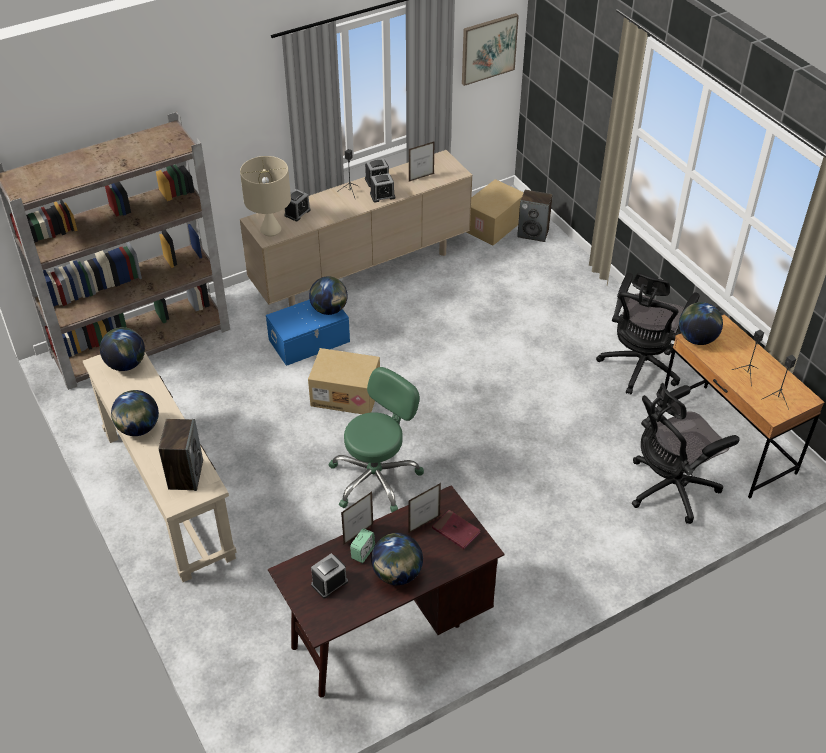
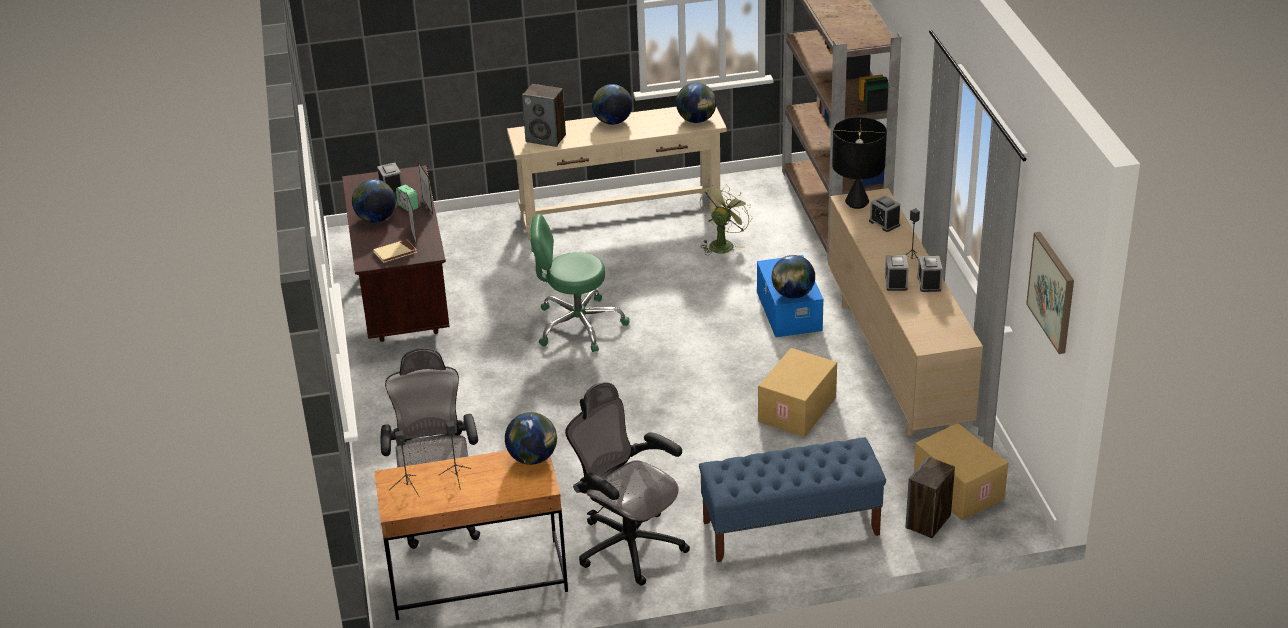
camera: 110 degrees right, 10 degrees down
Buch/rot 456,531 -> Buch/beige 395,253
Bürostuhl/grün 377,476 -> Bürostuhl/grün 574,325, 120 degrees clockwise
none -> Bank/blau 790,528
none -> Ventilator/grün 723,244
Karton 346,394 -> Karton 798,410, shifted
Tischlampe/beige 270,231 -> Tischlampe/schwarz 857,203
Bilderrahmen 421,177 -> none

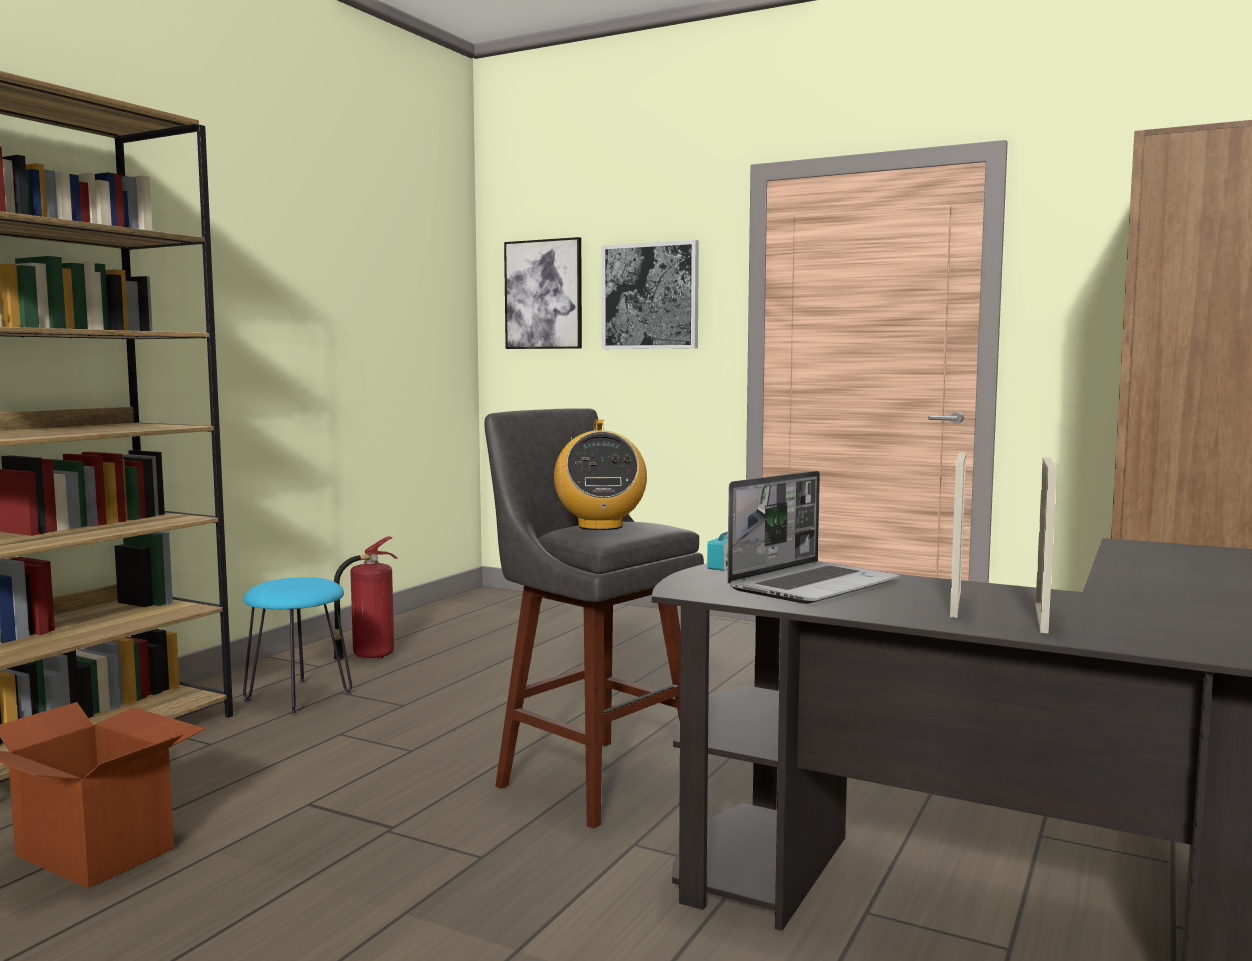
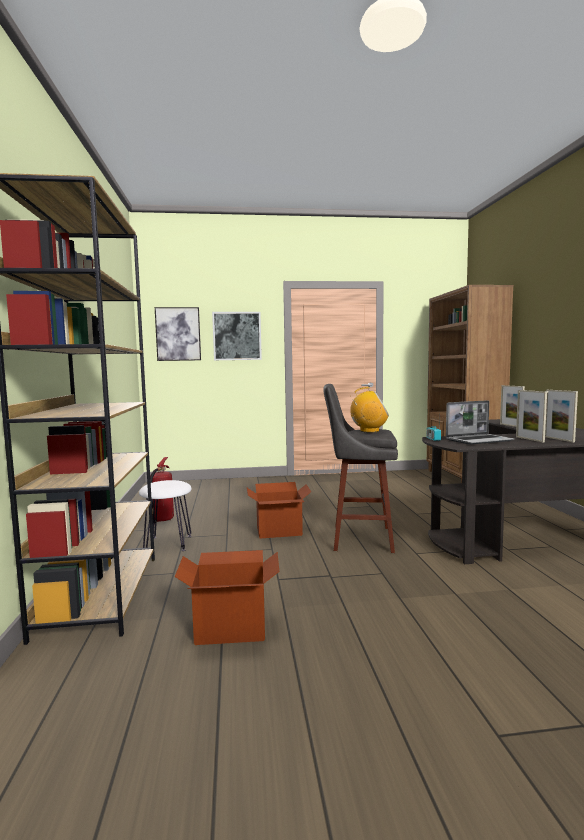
camera: 35 degrees left, 0 degrees up
Hocker/türkis 298,696 -> Hocker/weiß 168,544
none -> Karton 279,531
Radio 600,526 -> Radio 369,431, 45 degrees counterclockwise
Laptop 813,585 -> Laptop 479,440, 60 degrees clockwise
none -> Bilderrahmen 511,425

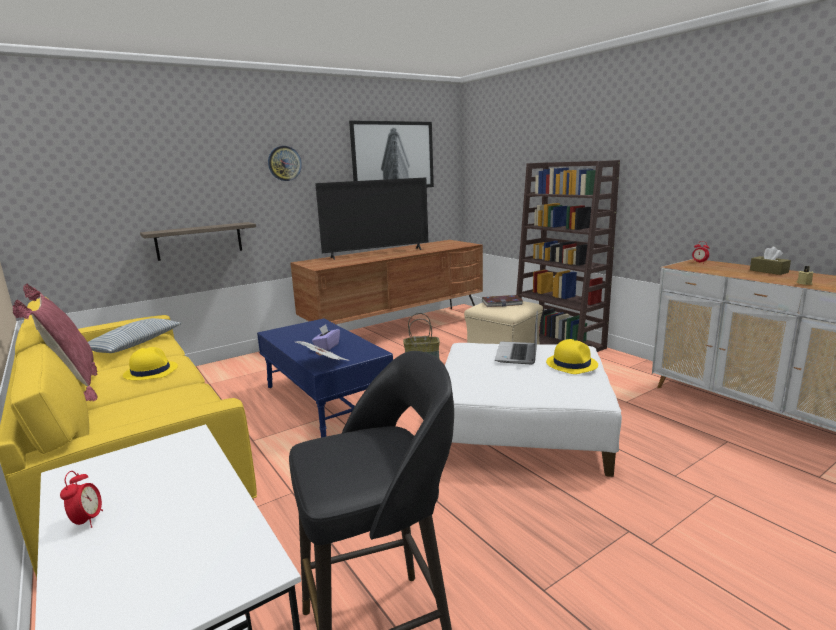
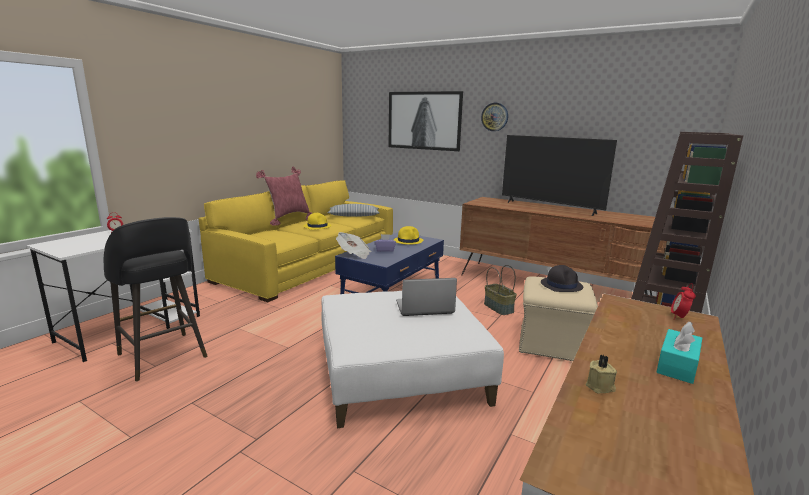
camera: 65 degrees right, 0 degrees up
Bild 393,156 -> Bild 424,120, shifted
Hut/gelb 571,364 -> Hut/gelb 408,241, shifted
Buch 502,303 -> Hut/schwarz 561,285
Taschentuchbox/braun 768,271 -> Taschentuchbox/türkis 677,365
Wandregal 199,241 -> none

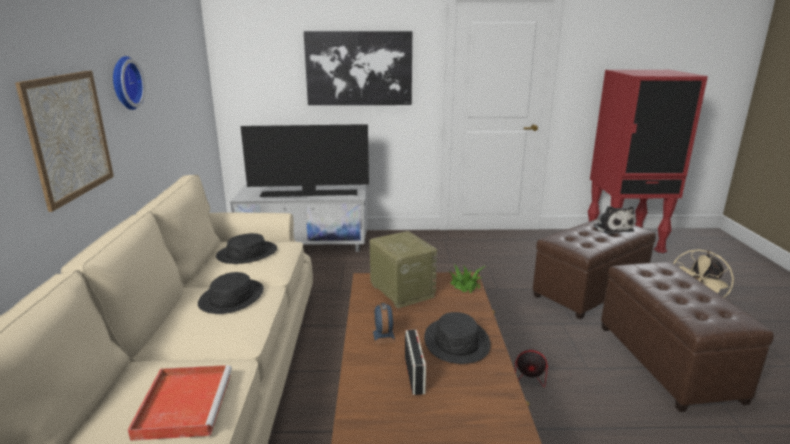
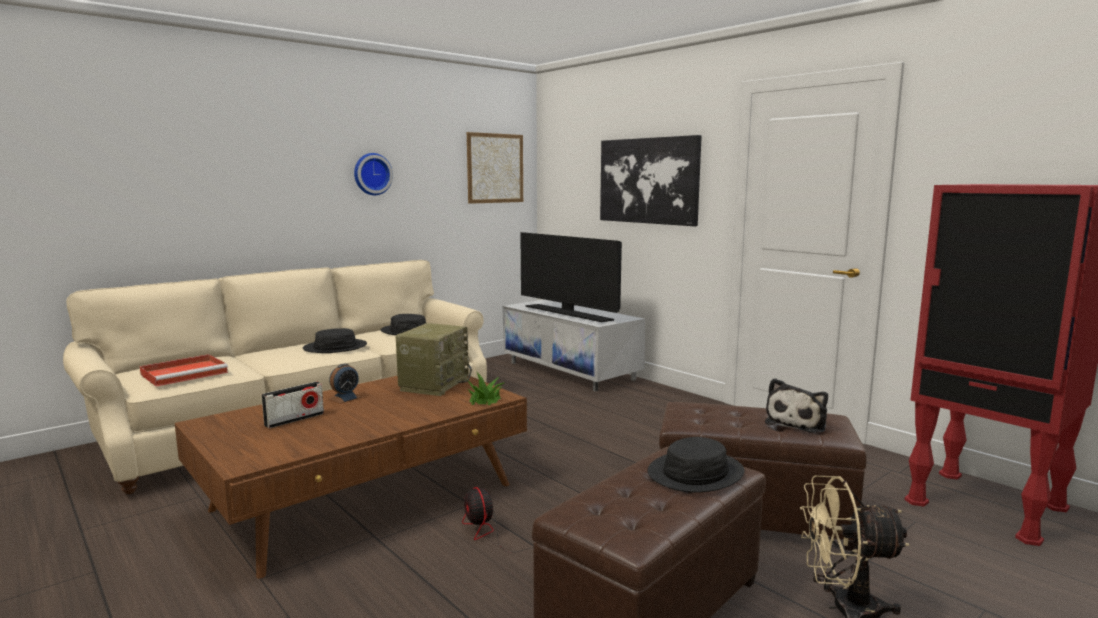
camera: 50 degrees right, 10 degrees down
Bild 68,135 -> Bild 495,167, shifted
Hut/schwarz 457,342 -> Hut/schwarz 696,473, shifted

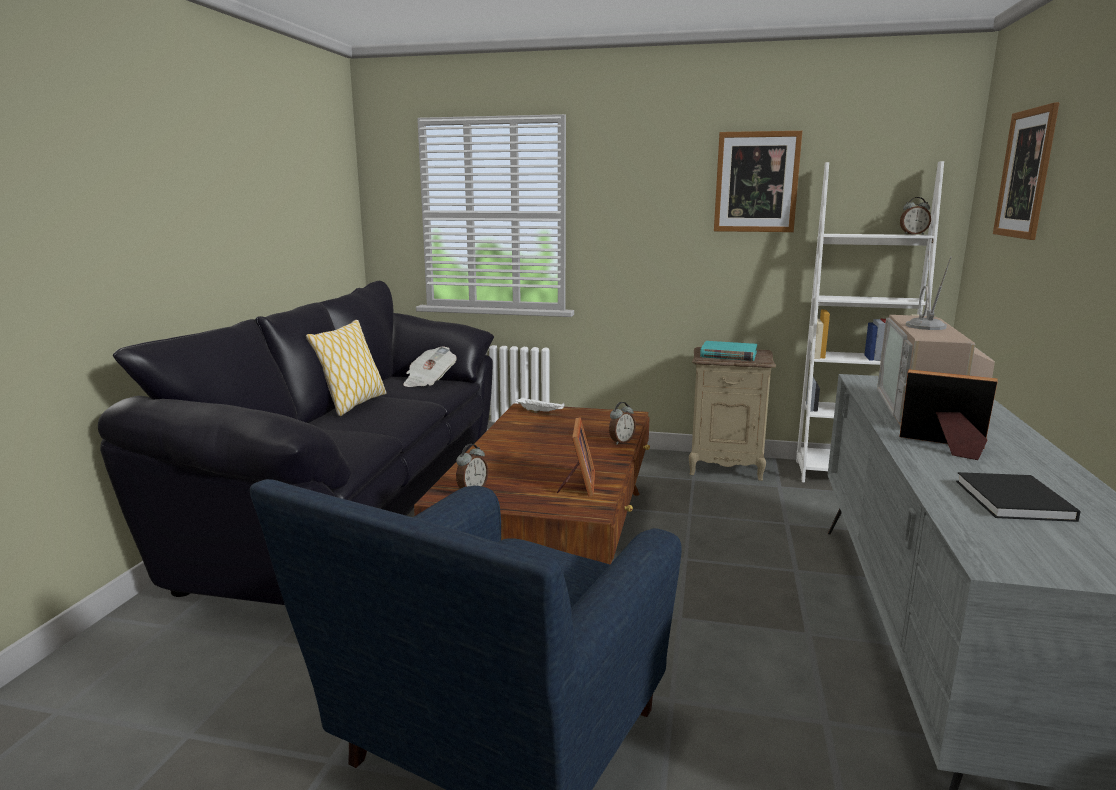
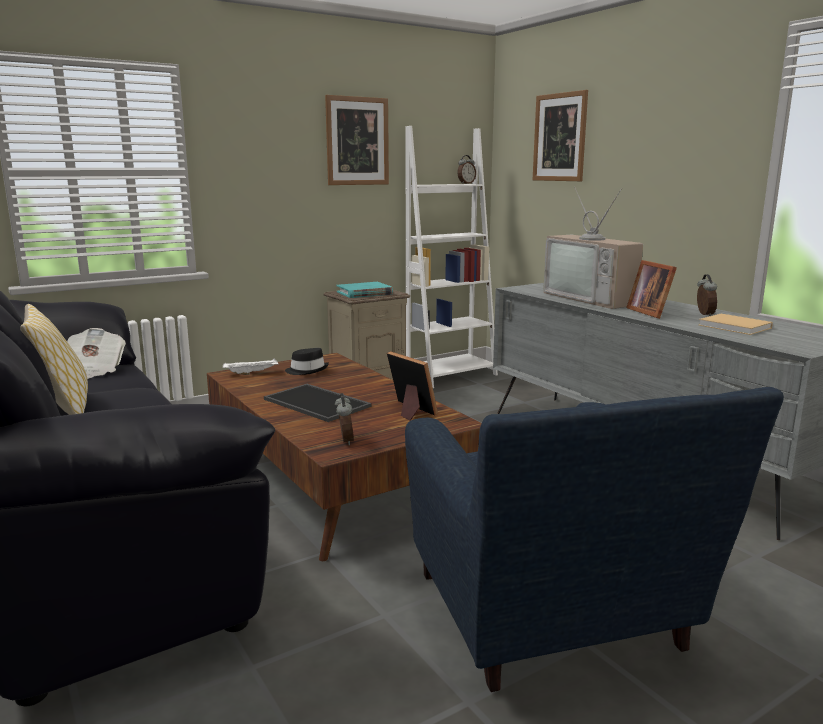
camera: 45 degrees left, 0 degrees up
none -> Tablett 318,402
none -> Hut/schwarz 307,370
Bilderrahmen 944,447 -> Bilderrahmen 650,312, 90 degrees counterclockwise
Wecker 621,442 -> Wecker 703,314, shifted
Buch/schwarz 1015,501 -> Buch/beige 736,327

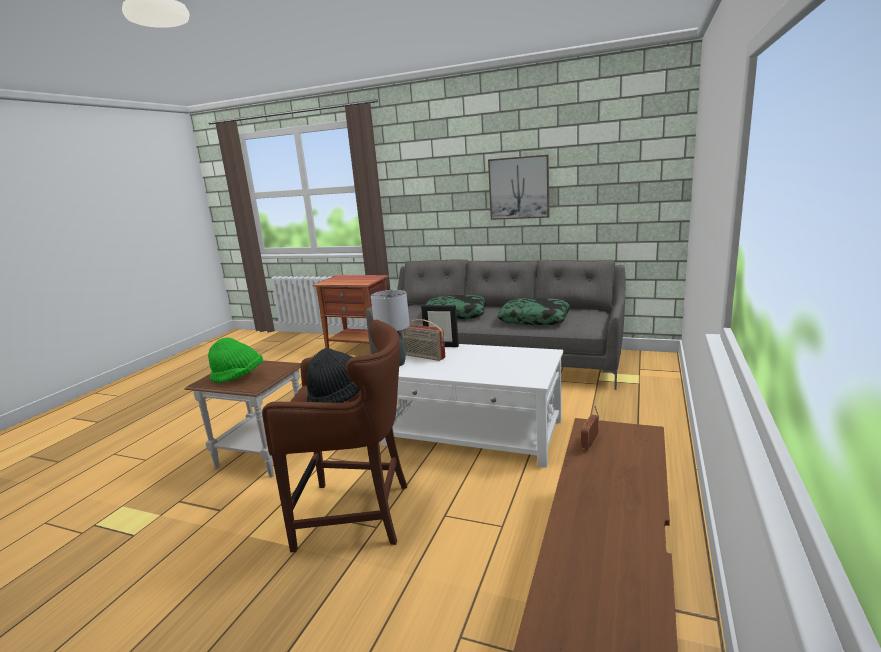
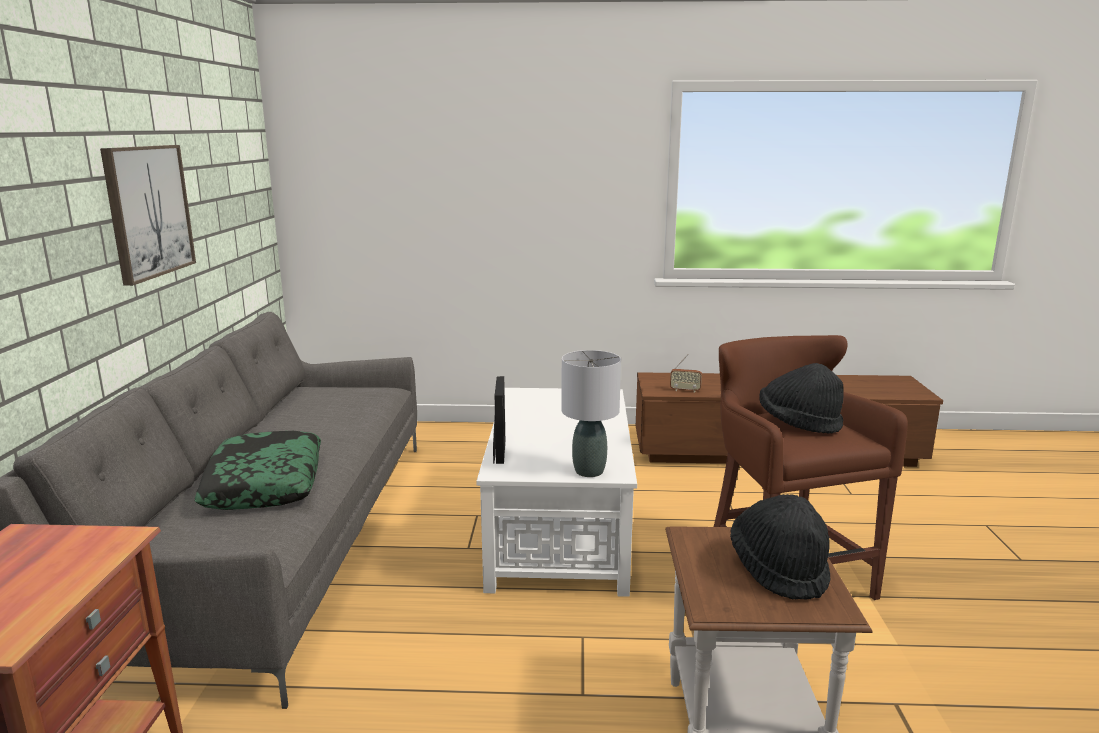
camera: 110 degrees left, 0 degrees up
Hut/grün 238,377 -> Hut/schwarz 779,570
Radio 424,357 -> none
Kissen 534,319 -> none

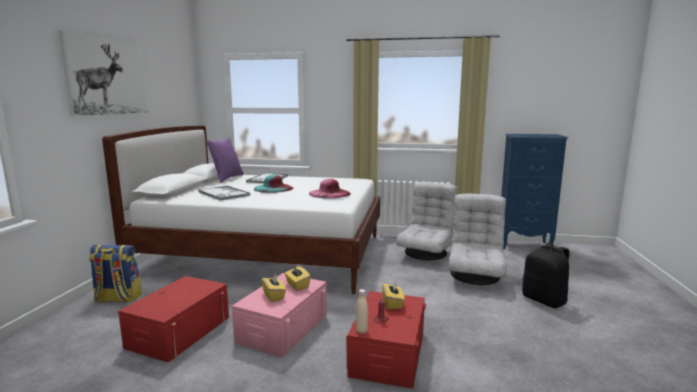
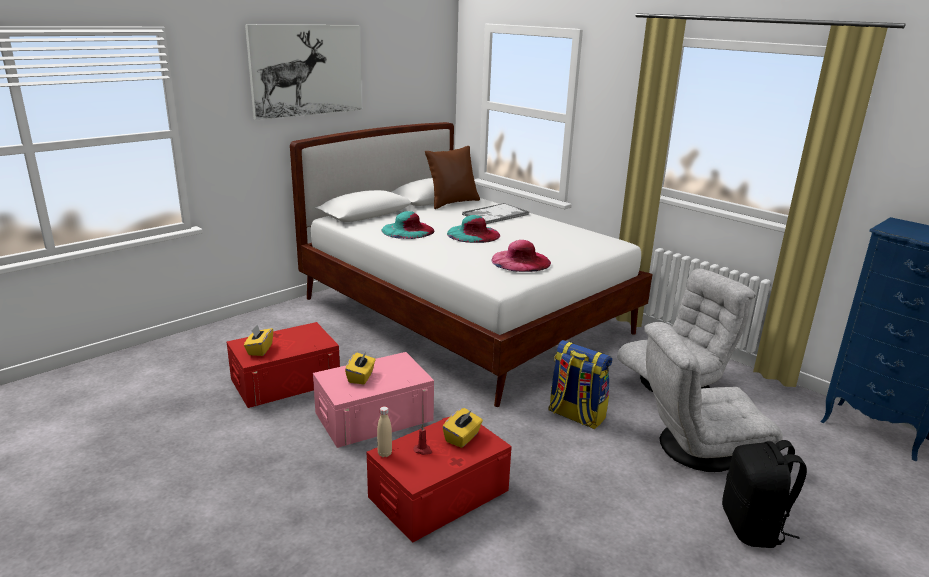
camera: 35 degrees right, 10 degrees up
Taschentuchbox/gelb 297,285 -> Taschentuchbox/gelb 259,350, shifted
Tablett 224,194 -> Hut/türkis 408,230
Kissen/lila 227,178 -> Kissen/braun 452,203
Rucksack 117,299 -> Rucksack 575,416, shifted
Sessel/grau 476,276 -> Sessel/grau 699,447, 150 degrees counterclockwise

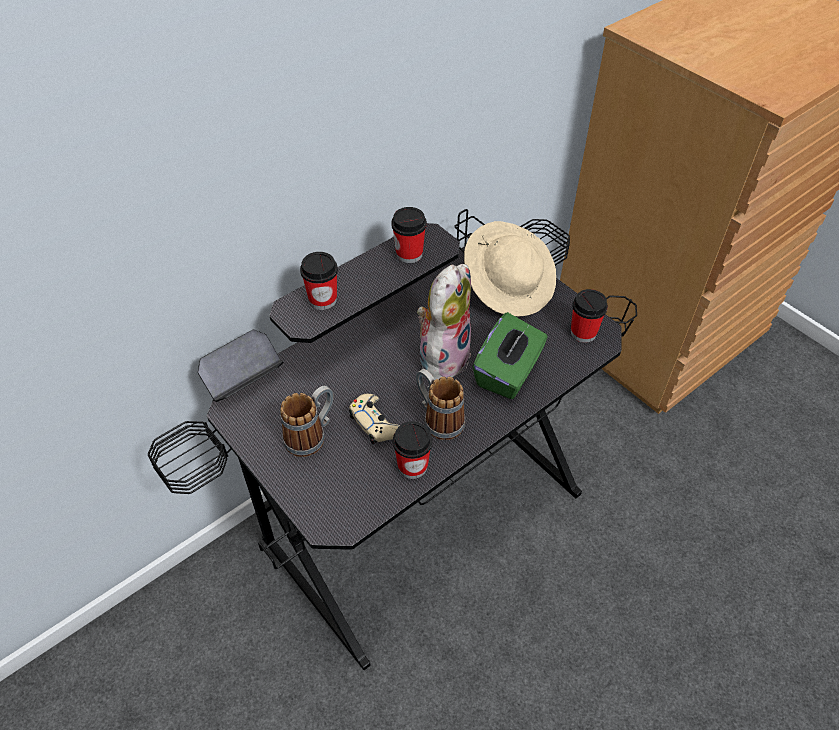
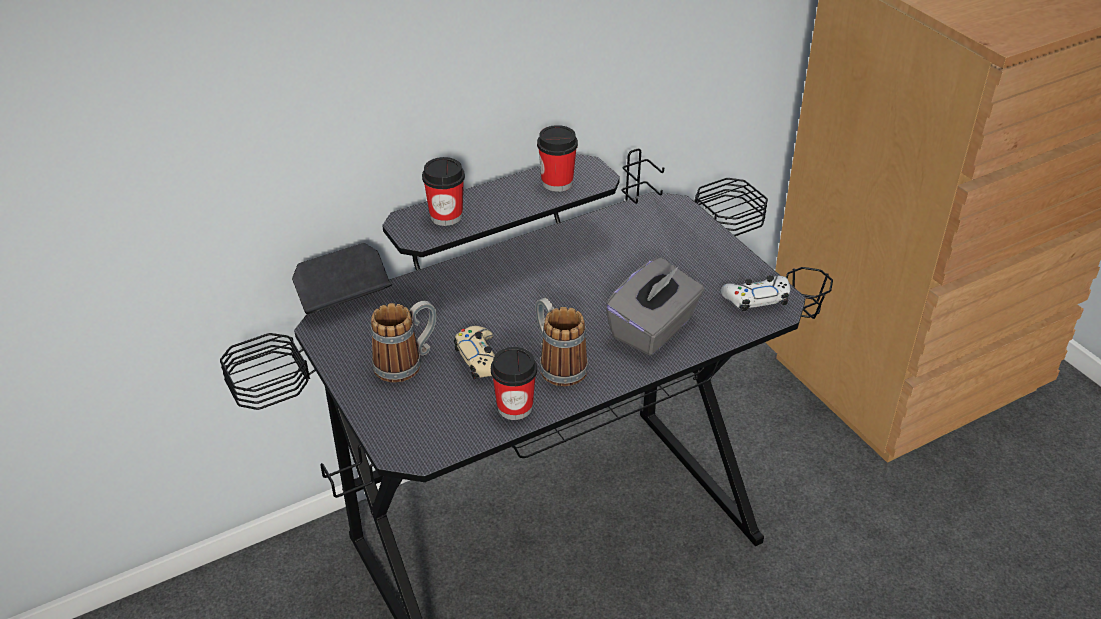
camera: 10 degrees right, 10 degrees down
Taschentuchbox/grün 508,373 -> Taschentuchbox/grau 653,329
Tasse 583,333 -> Gamepad/weiß 756,299
Plüschtier 443,356 -> none
Hut/beige 509,286 -> none

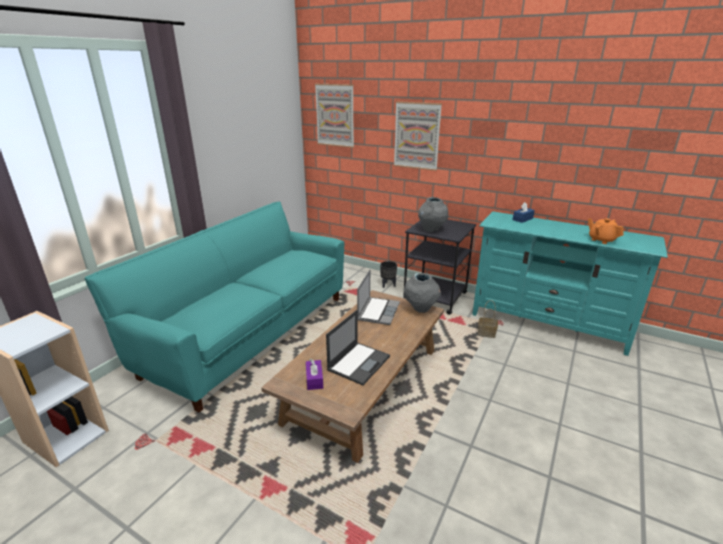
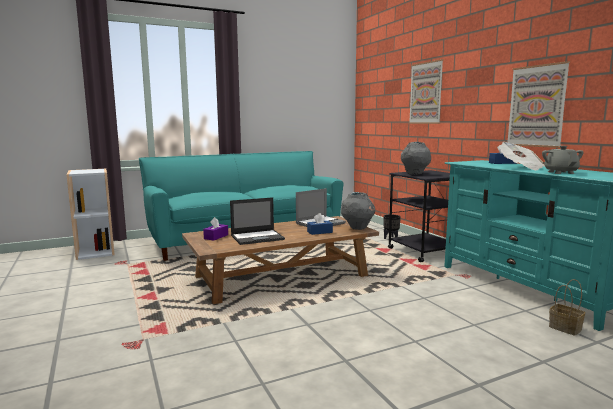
camera: 35 degrees right, 15 degrees down
none -> Taschentuchbox/blau 319,232
none -> Zeitung 520,168
Bild 335,115 -> Bild 537,106, shifted
Teekanne/orange 601,240 -> Teekanne/grau 560,172
Korb 486,333 -> Korb 564,328, shifted

